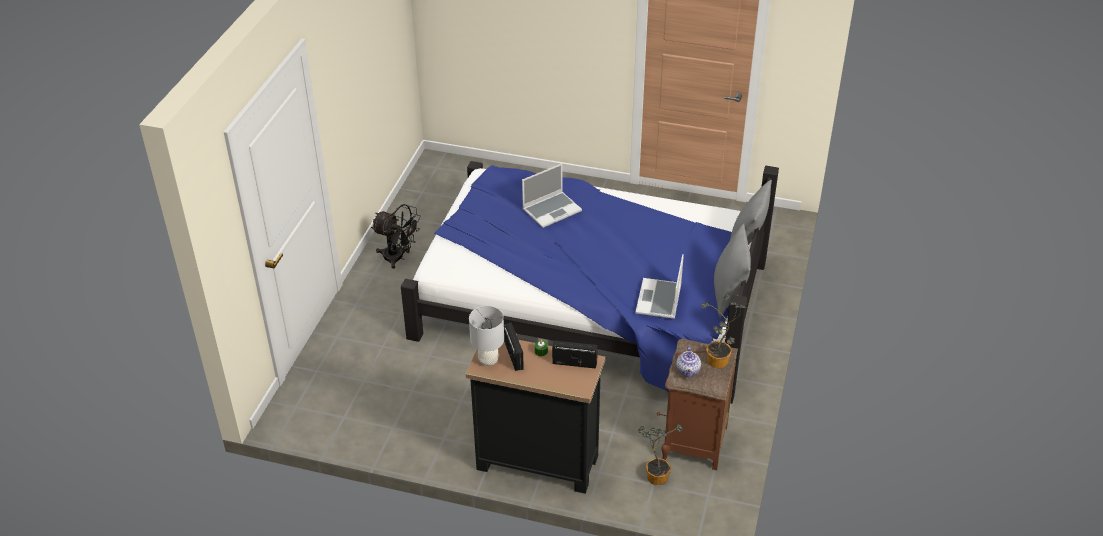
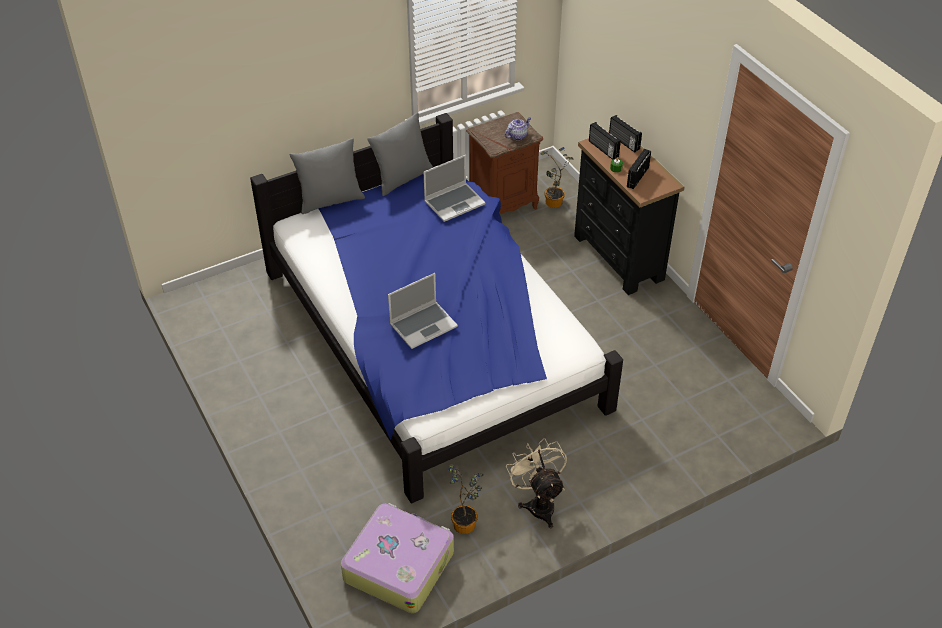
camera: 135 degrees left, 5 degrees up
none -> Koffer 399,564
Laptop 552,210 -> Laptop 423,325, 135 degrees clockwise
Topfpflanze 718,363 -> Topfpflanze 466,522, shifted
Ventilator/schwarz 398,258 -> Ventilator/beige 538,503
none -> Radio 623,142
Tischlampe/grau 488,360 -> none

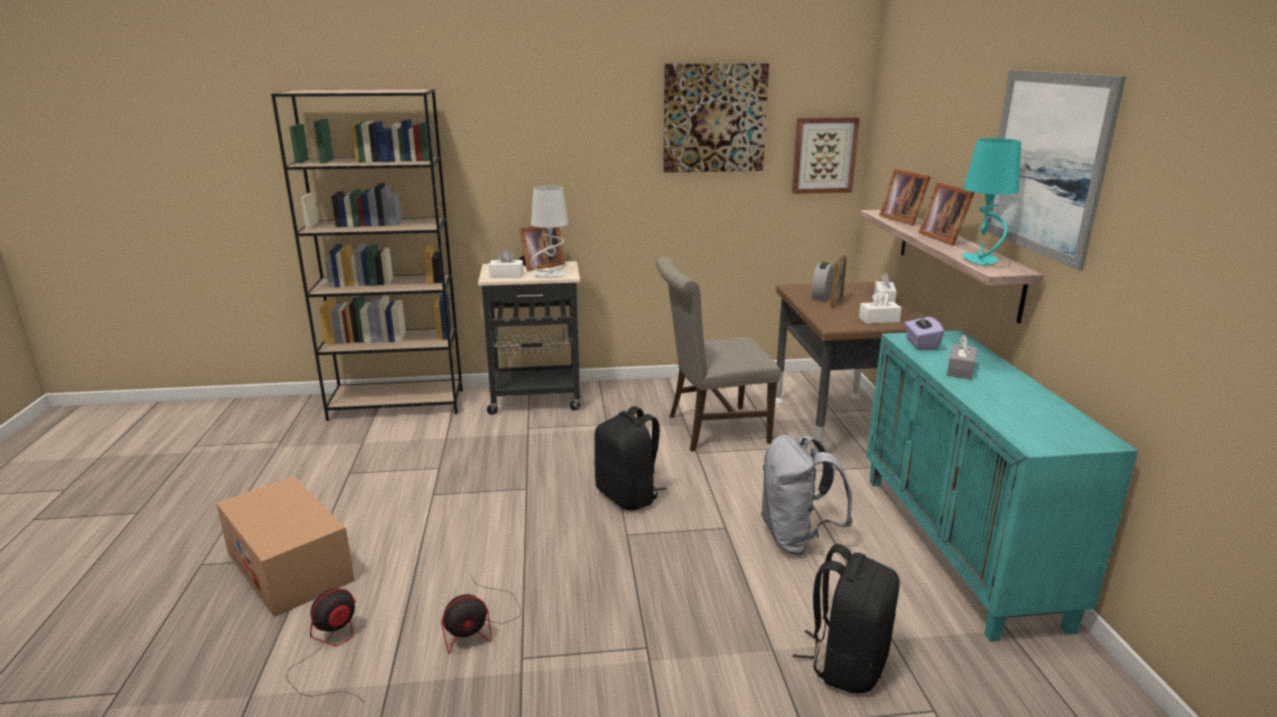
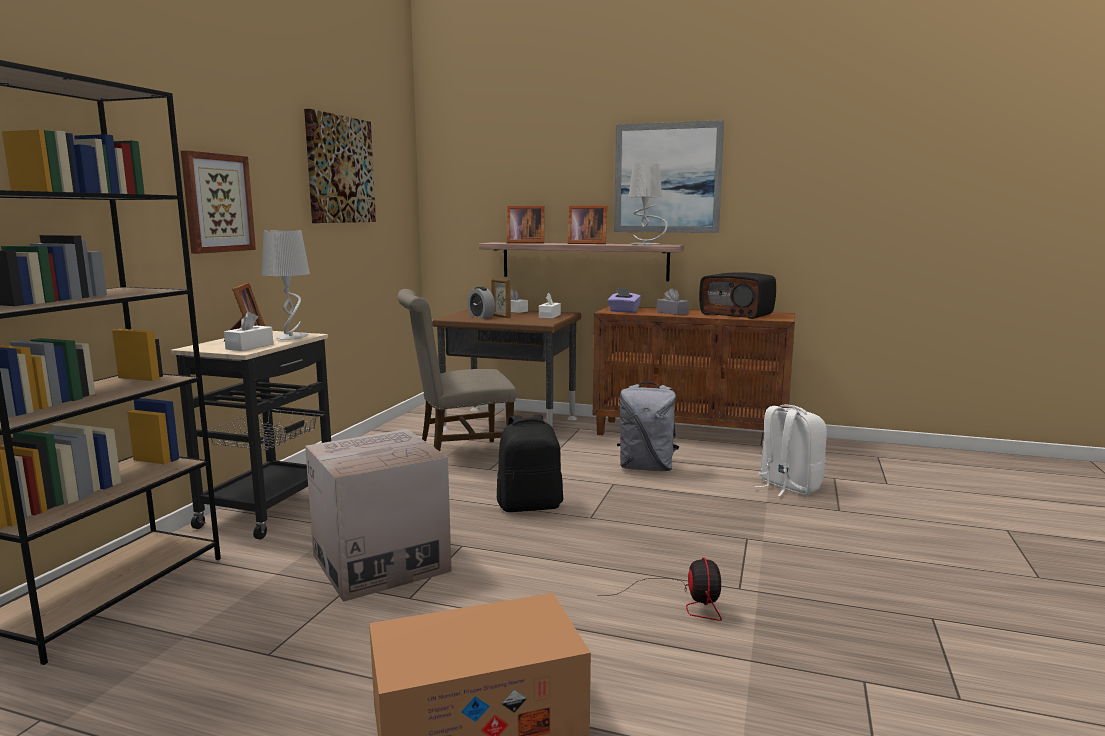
camera: 65 degrees left, 10 degrees down
Bild 824,155 -> Bild 217,203, shifted
none -> Karton 380,563
Stuhl/beige 711,429 -> Stuhl/beige 457,457, 60 degrees clockwise
Schrank/türkis 960,548 -> Schrank/braun 690,435
Tischlampe/türkis 980,261 -> Tischlampe/grau 645,244
none -> Radio 737,314
Rucksack/schwarz 846,663 -> Rucksack/weiß 787,486
Ventilator 330,651 -> none

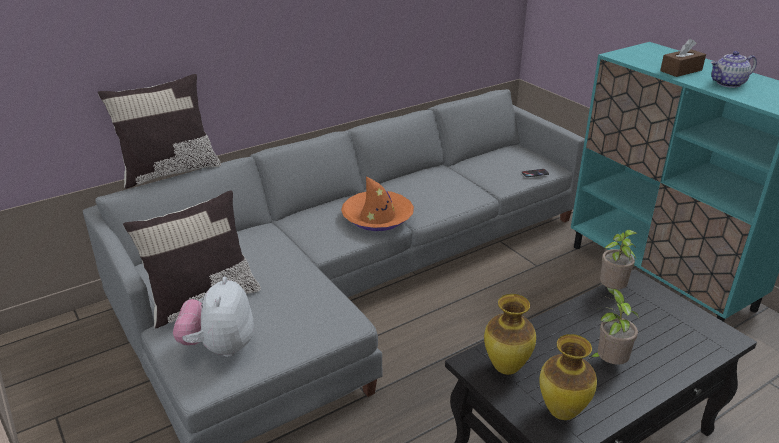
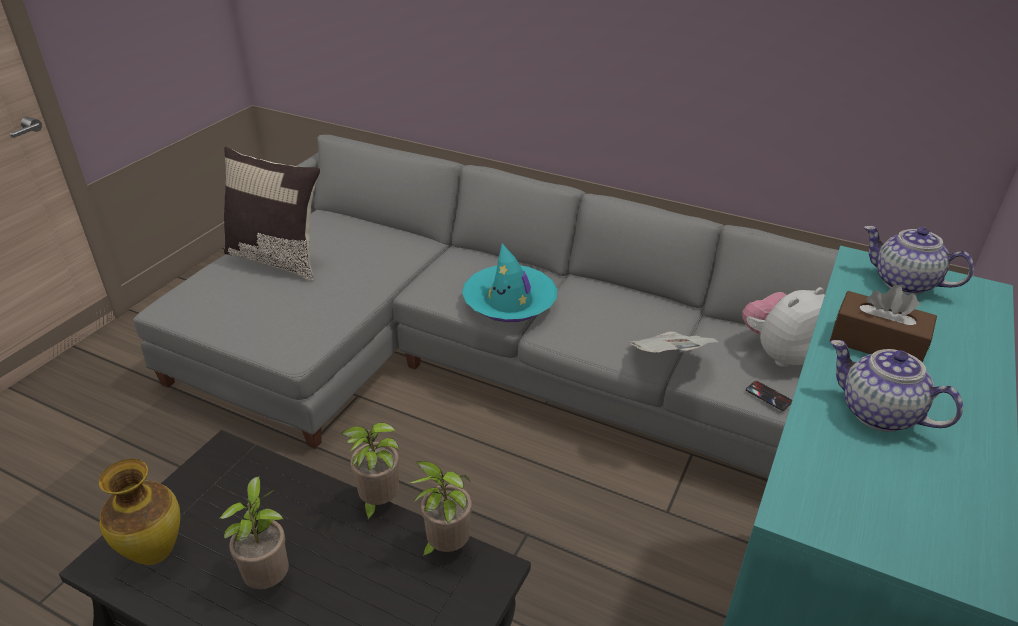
camera: 60 degrees right, 5 degrees up
none -> Topfpflanze 378,503
Hut/orange 377,217 -> Hut/türkis 510,302
none -> Zeitung 669,359
Plüschtier 219,347 -> Plüschtier 780,353, shifted
none -> Teekanne 903,283
Kissen 170,172 -> none
Vase 507,368 -> none

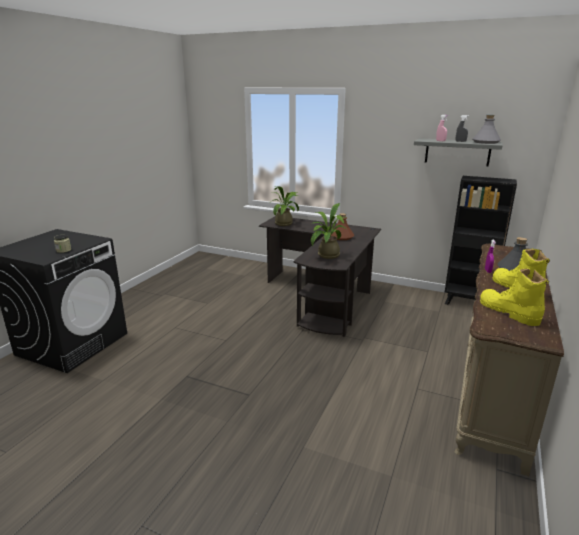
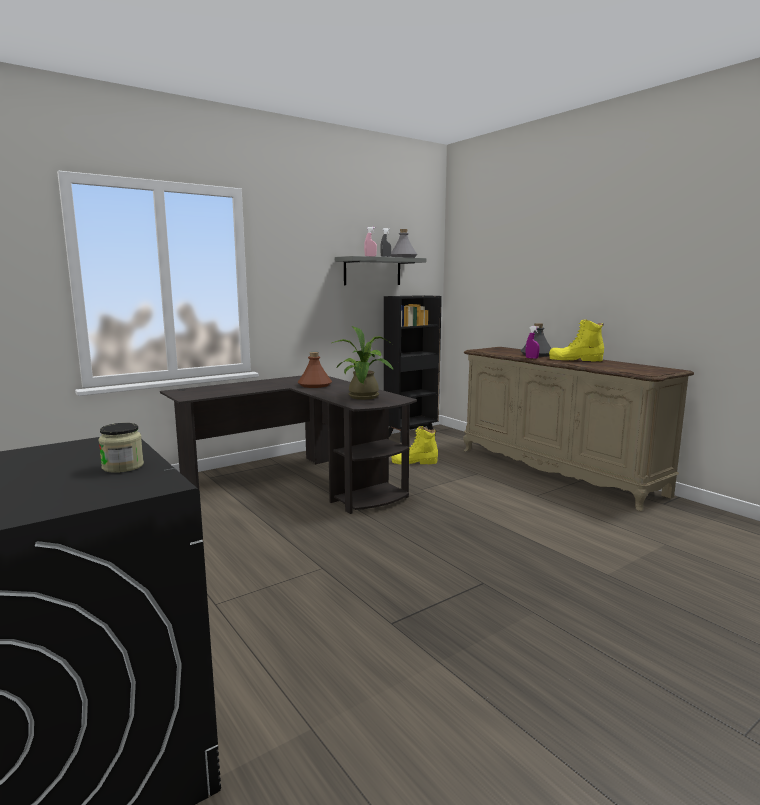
camera: 60 degrees left, 10 degrees down
Stiefel/gelb 508,312 -> Stiefel/gelb 414,462, shifted
Topfpflanze 285,223 -> none

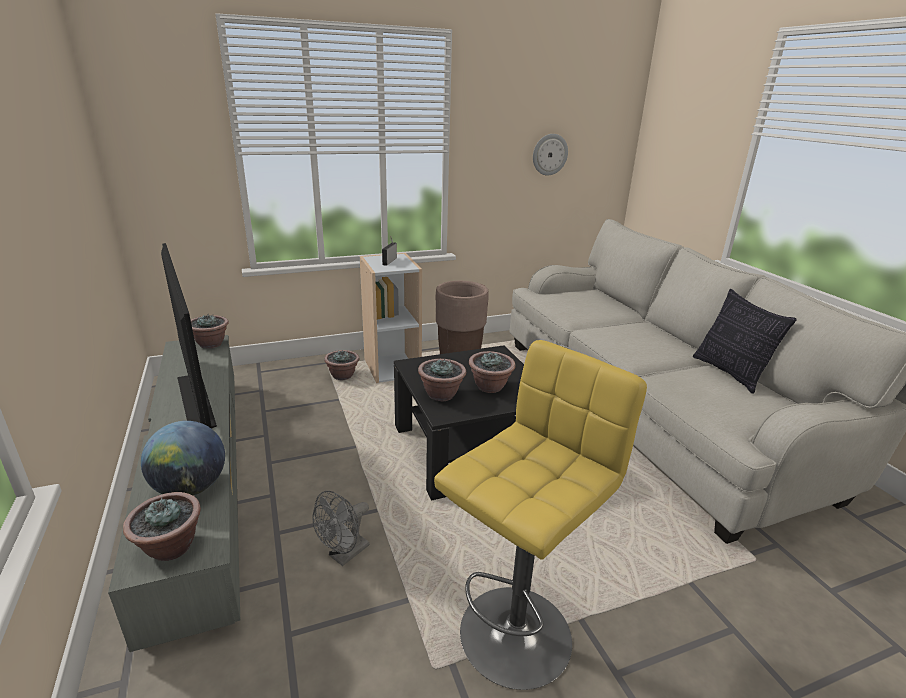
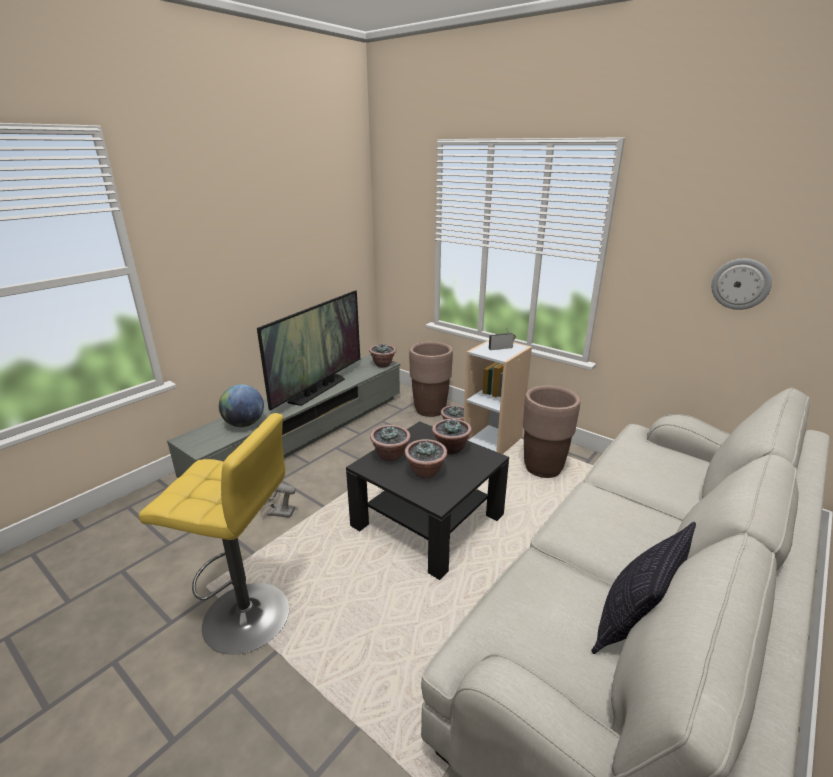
camera: 60 degrees right, 0 degrees up
none -> Pflanzkübel/braun 430,410
Topfpflanze 170,547 -> Topfpflanze 451,448, shifted

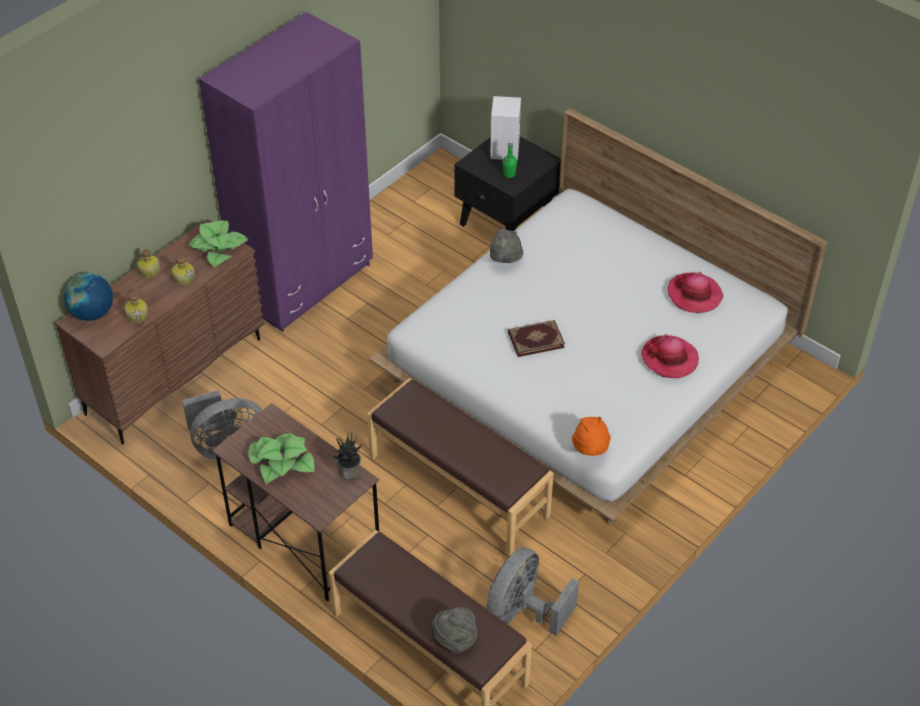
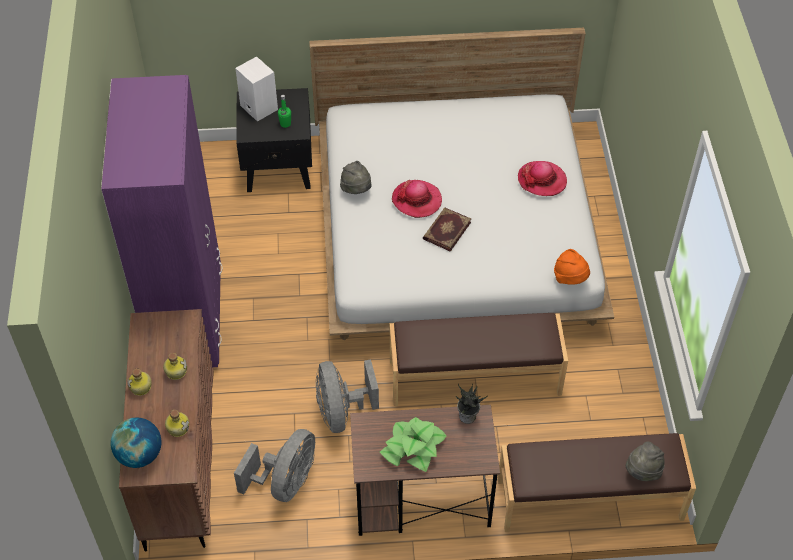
camera: 45 degrees left, 5 degrees up
Ventilator/grau 522,613 -> Ventilator/grau 342,412, shifted
Hut 694,295 -> Hut 417,200, shifted
Topfpflanze 218,247 -> none

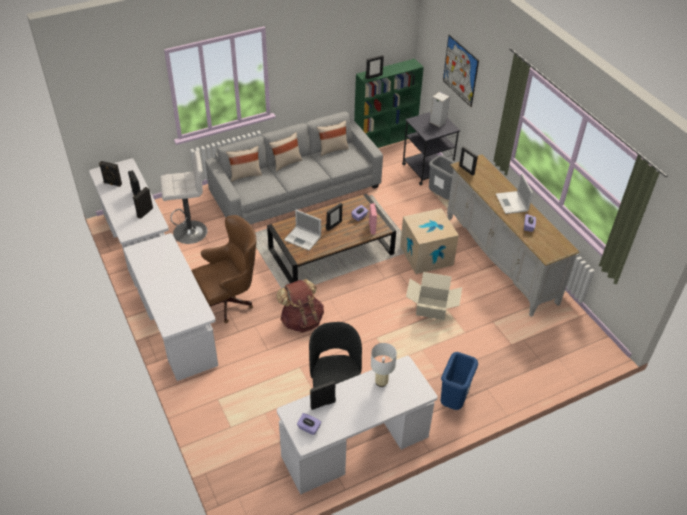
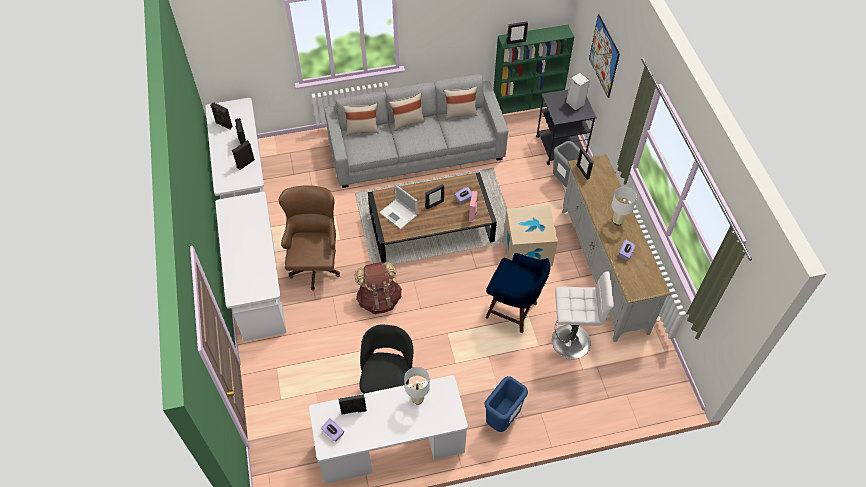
camera: 15 degrees right, 10 degrees up
Bürostuhl/braun 229,301 -> Bürostuhl/braun 315,265, 75 degrees counterclockwise
Karton 431,308 -> Hocker/blau 513,311
Hocker/weiß 190,232 -> Hocker/weiß 571,342, shifted
Laptop 512,203 -> Tischlampe/weiß 618,221

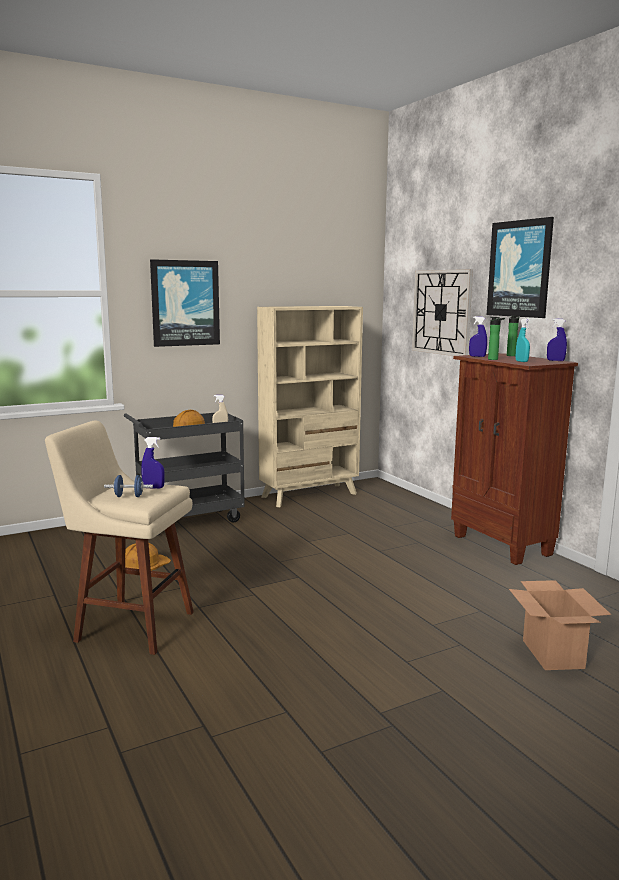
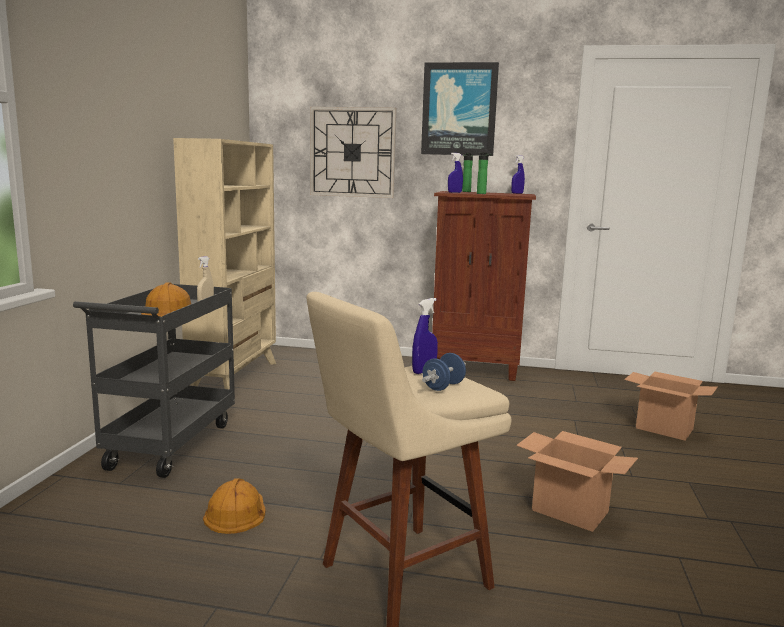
camera: 50 degrees left, 0 degrees up
none -> Karton 569,511
Bild 185,303 -> none
Sprühflasche/türkis 521,361 -> none

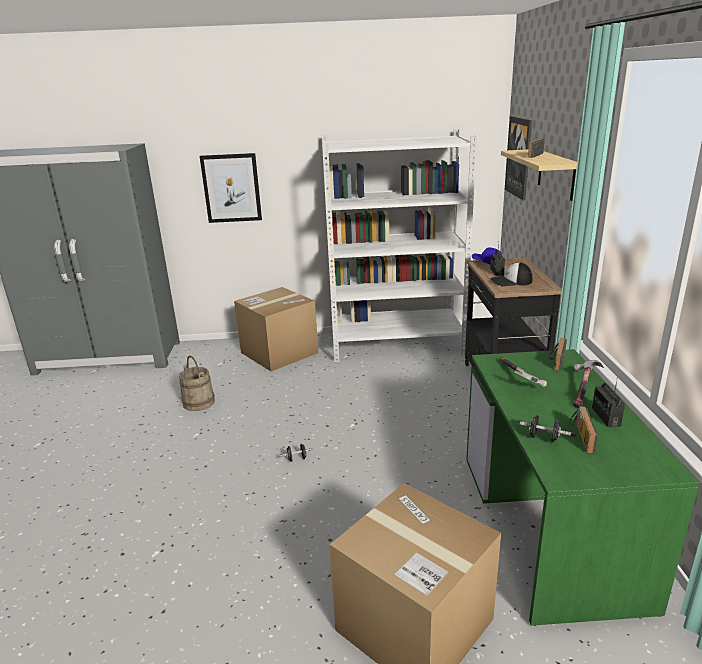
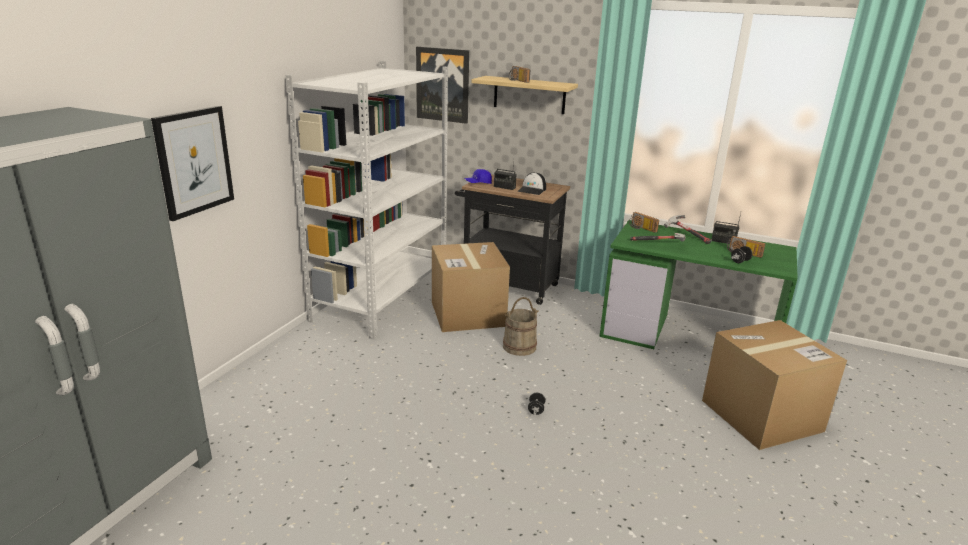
camera: 65 degrees left, 0 degrees up
Karton 279,353 -> Karton 468,314, shifted
Eimer/beige 199,402 -> Eimer/beige 519,346, shifted

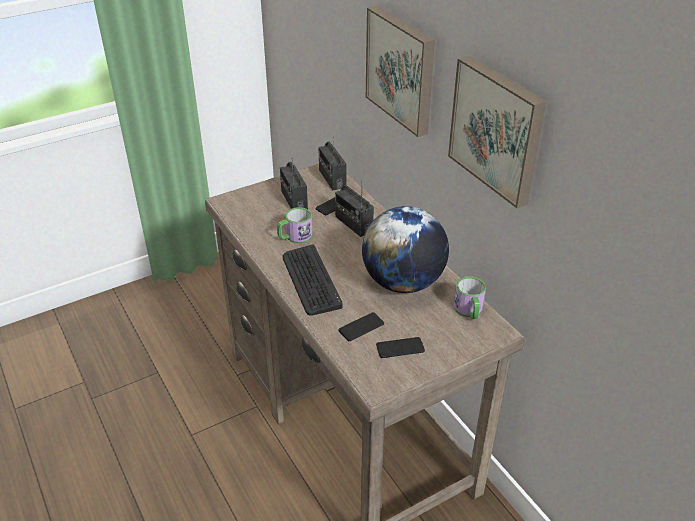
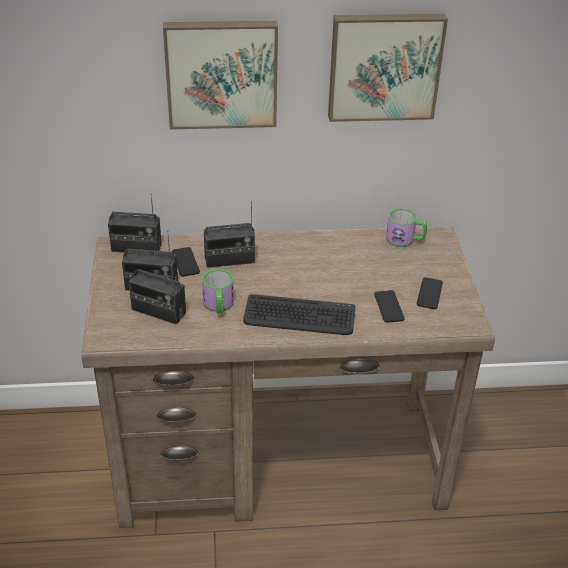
camera: 65 degrees left, 0 degrees up
none -> Radio 158,311
Globus 403,282 -> none

